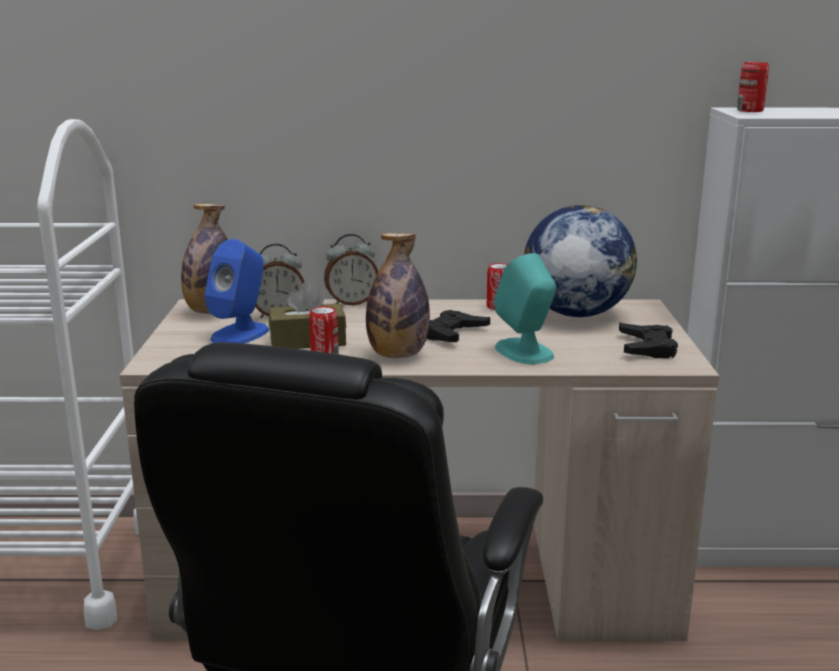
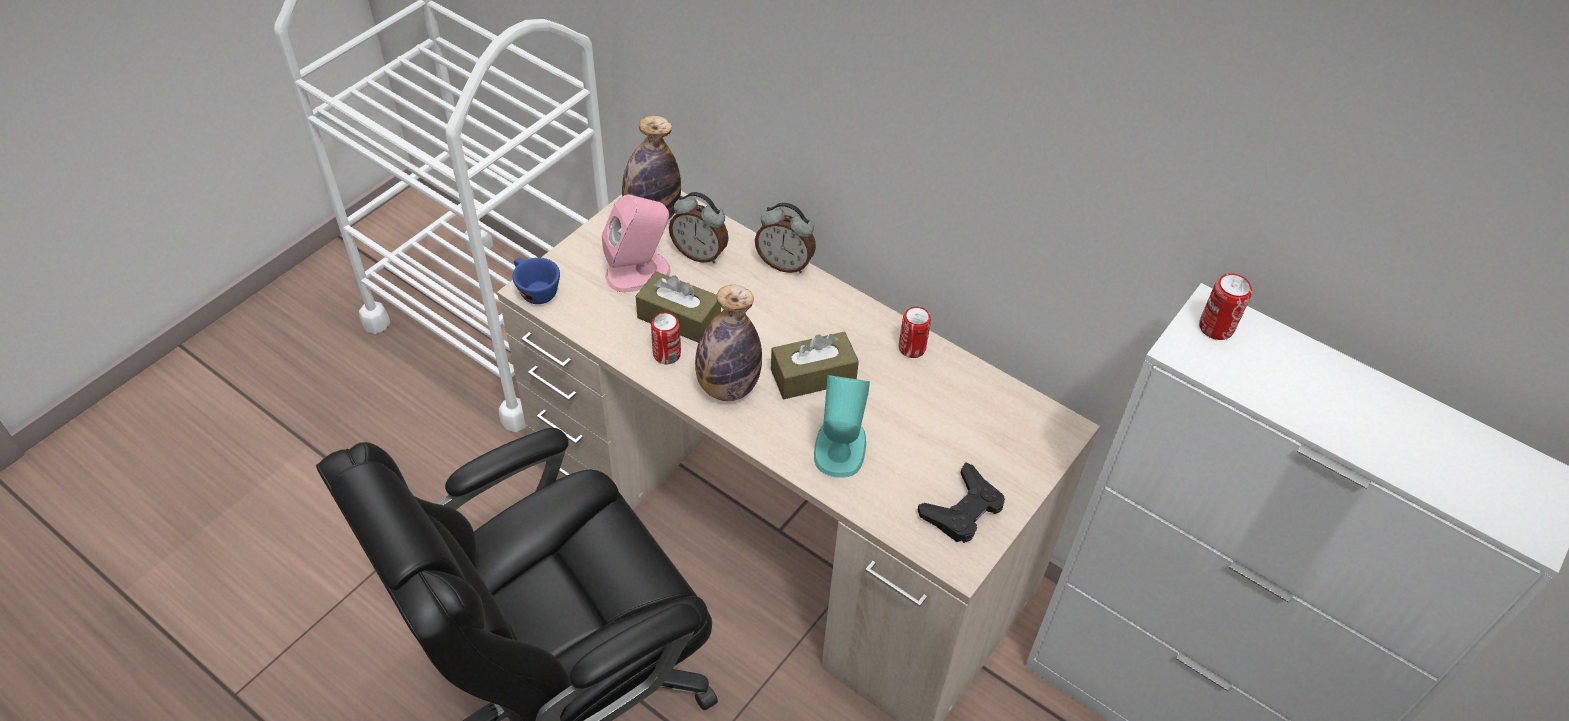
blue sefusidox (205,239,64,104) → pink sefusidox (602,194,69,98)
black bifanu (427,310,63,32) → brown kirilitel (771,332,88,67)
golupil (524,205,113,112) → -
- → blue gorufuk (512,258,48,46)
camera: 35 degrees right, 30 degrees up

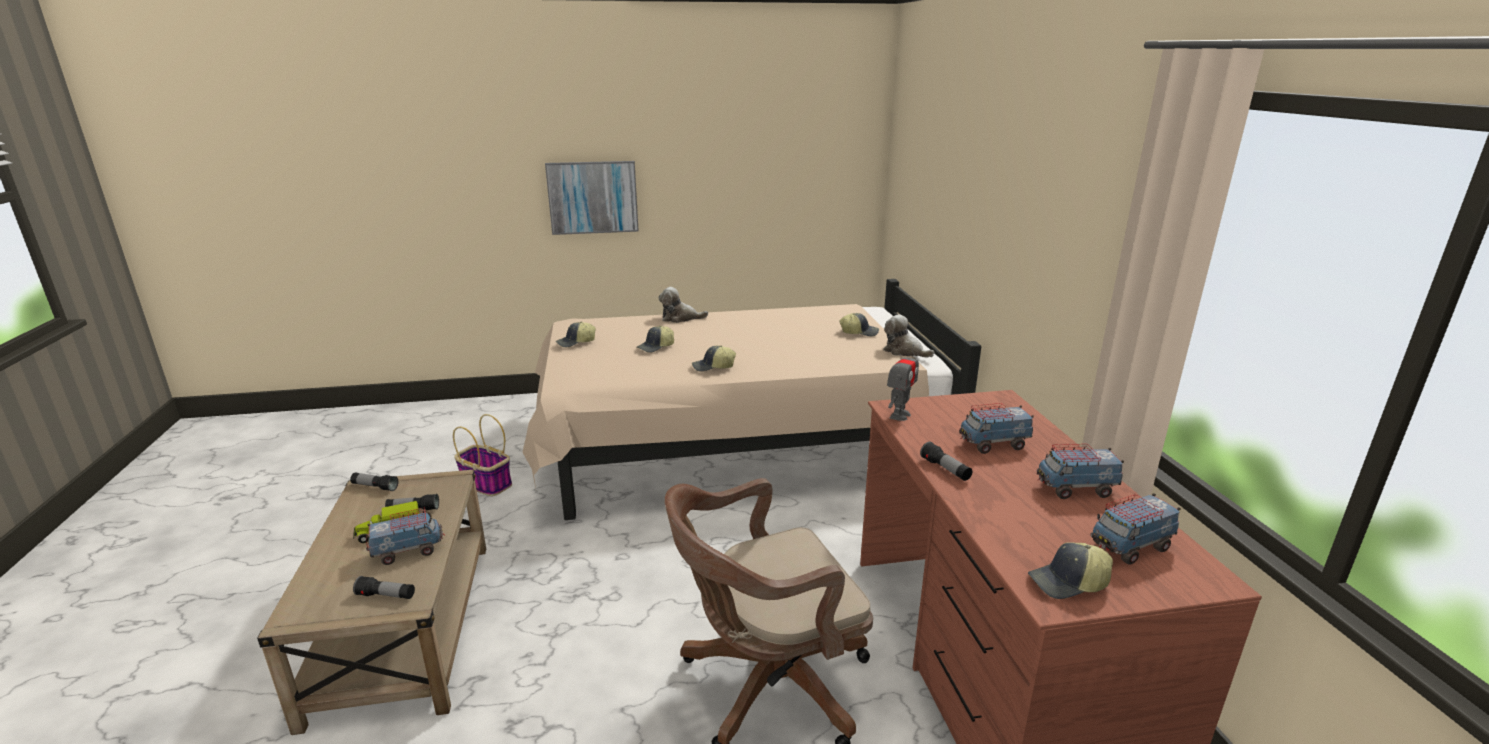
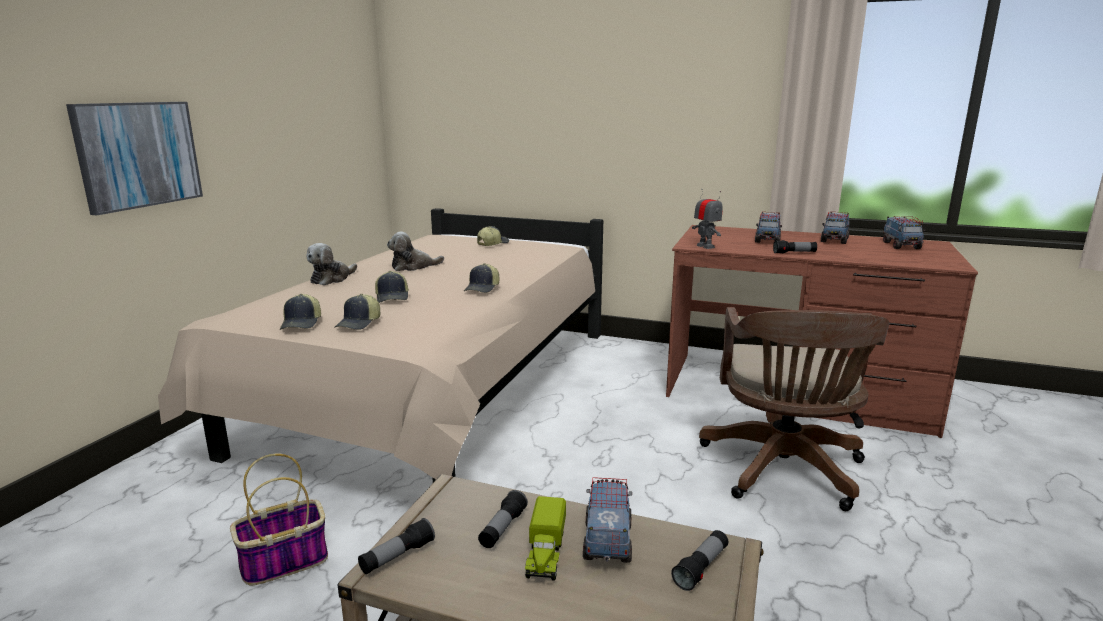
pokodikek (883,314,51,43) → pokodikek (387,232,57,39), move
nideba (1028,542,85,57) → nideba (334,294,46,36), move
camera: 60 degrees left, 5 degrees down

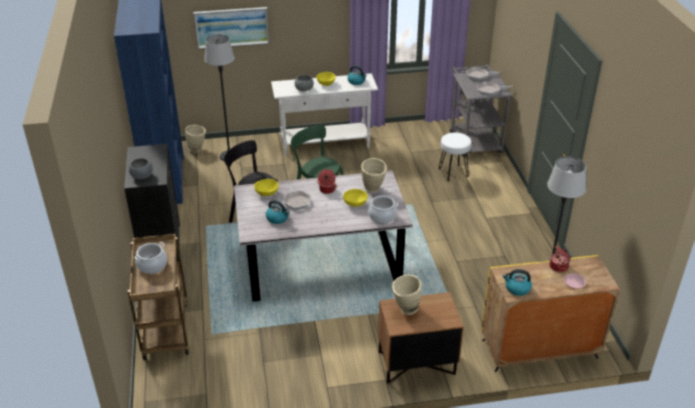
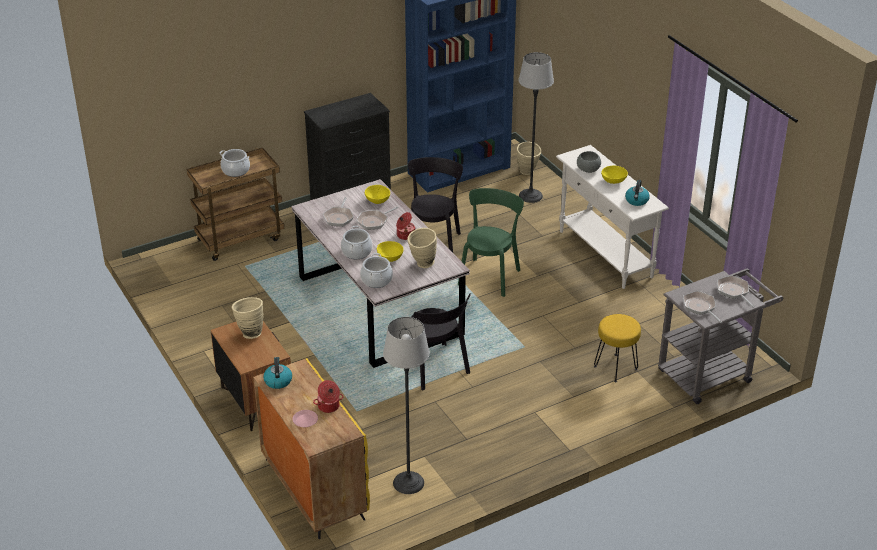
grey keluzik (129,158,24,21) → -
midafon (194,7,76,42) → -
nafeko (266,200,24,24) → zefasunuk (323,197,31,30)
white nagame (439,133,33,48) → yellow nagame (594,314,47,68)
- → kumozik (341,226,31,33)
- → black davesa (411,294,60,96)
camera: 70 degrees right, 0 degrees up

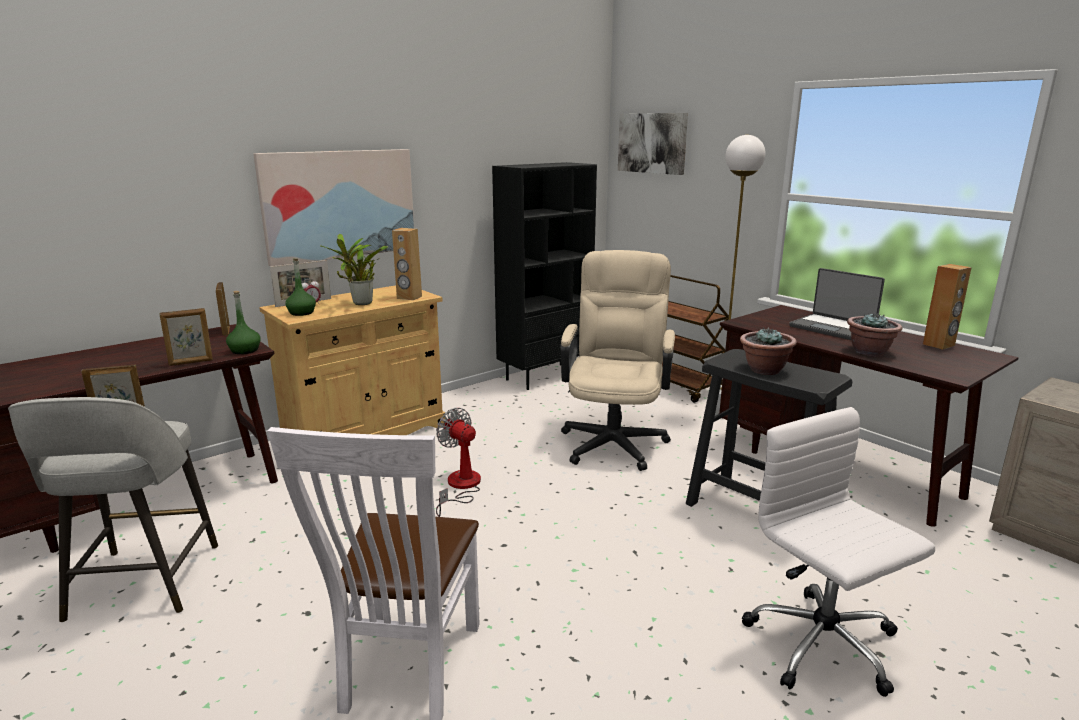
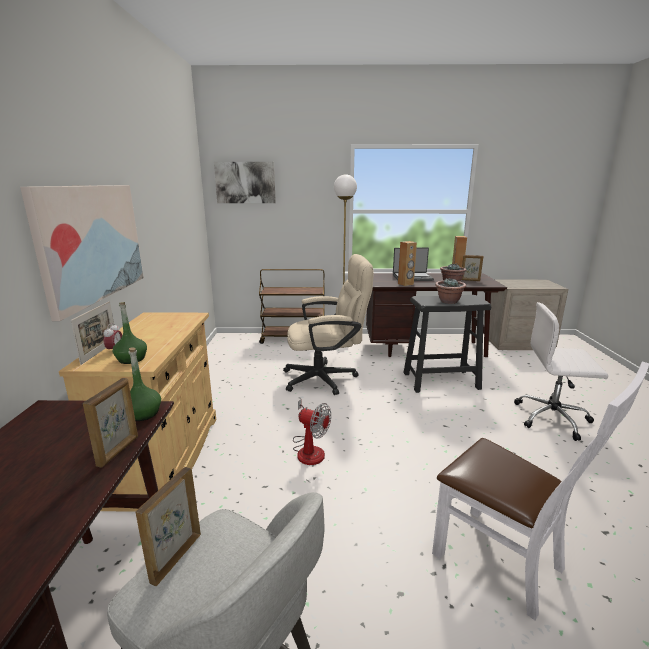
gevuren (216,282,14,54) → gevuren (462,255,22,26), move
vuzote (320,234,68,71) → -
brown sefusidox (392,228,30,72) → brown sefusidox (398,241,19,45), move
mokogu (436,408,45,109) → mokogu (293,399,38,66), 150 degrees counterclockwise
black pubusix (492,162,105,228) → -
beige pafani (560,250,115,221) → beige pafani (283,254,91,141), 120 degrees clockwise
camera: 50 degrees left, 0 degrees up

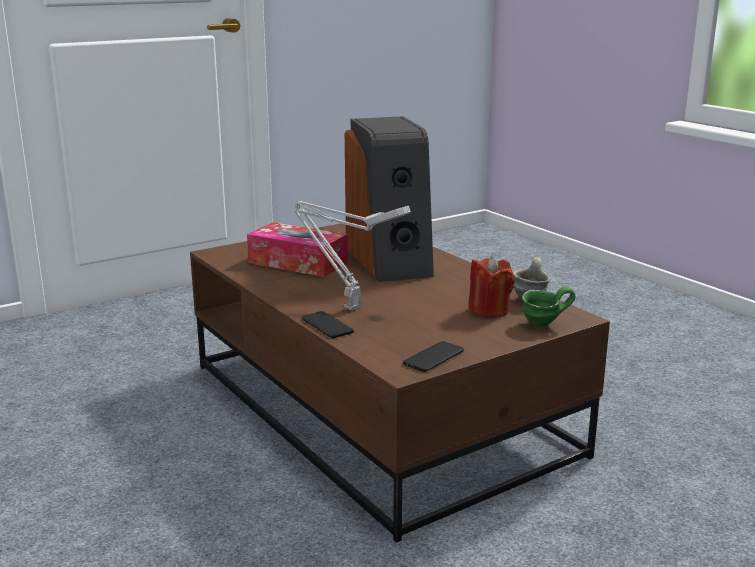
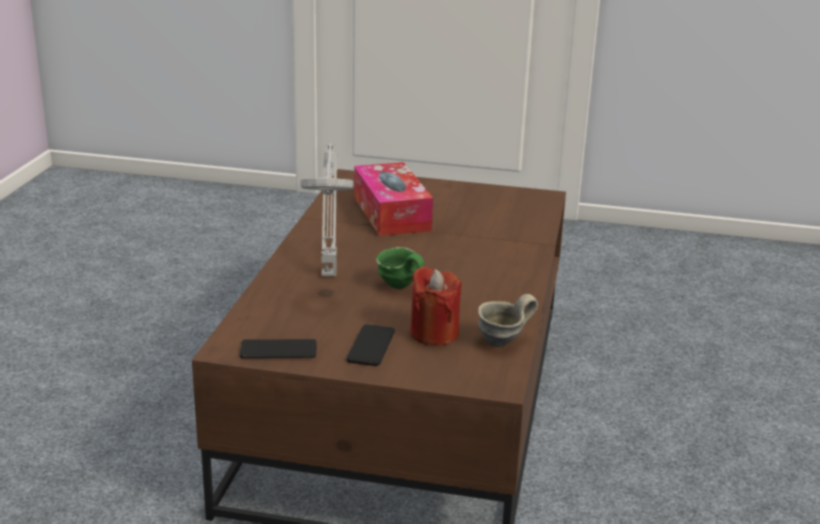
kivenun (301,311,53,27) → kivenun (346,324,49,42), move
sefusidox (345,116,89,166) → -
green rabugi (522,286,53,41) → green rabugi (376,247,49,42), move
camera: 45 degrees right, 5 degrees up

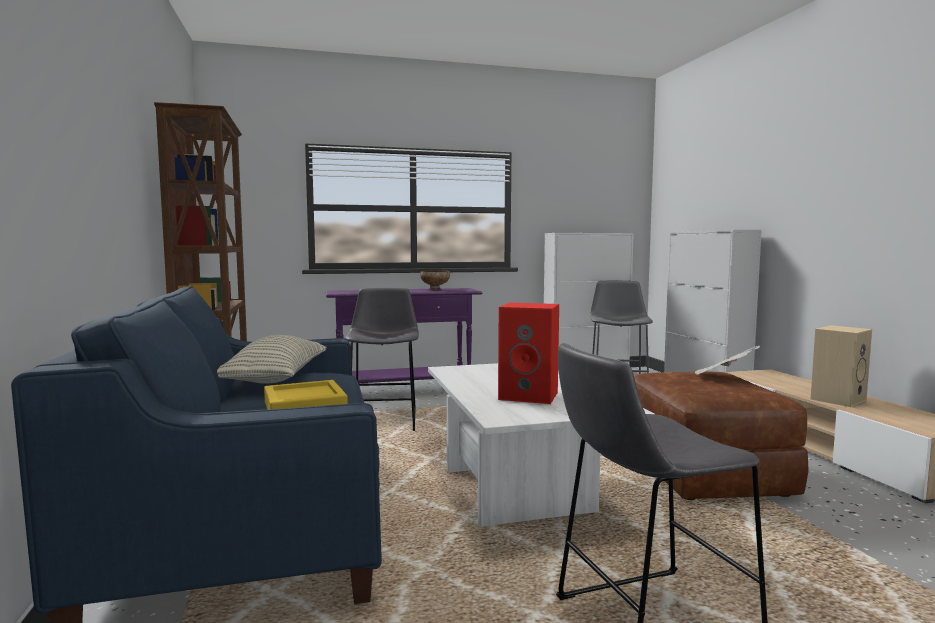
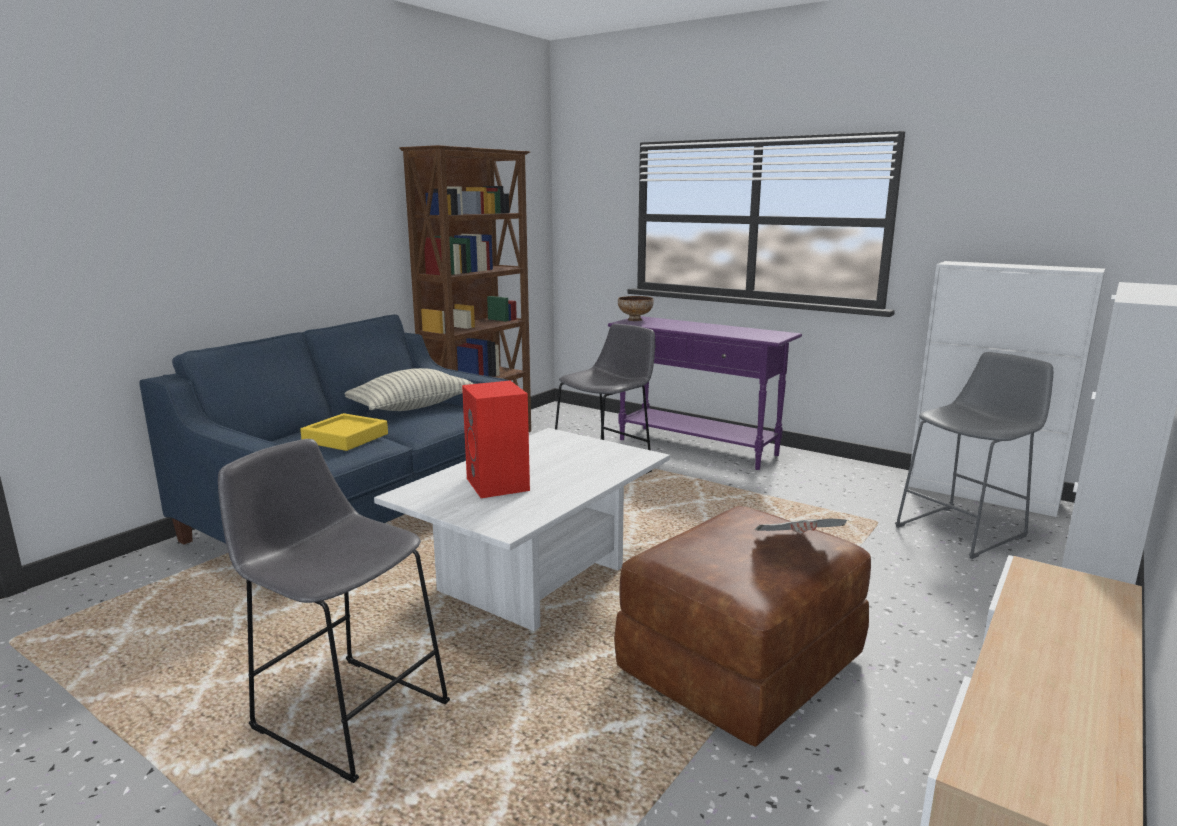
keluzik (420,270,30,20) → keluzik (618,296,36,25), move
beige sefusidox (811,325,61,82) → -
camera: 50 degrees right, 10 degrees up

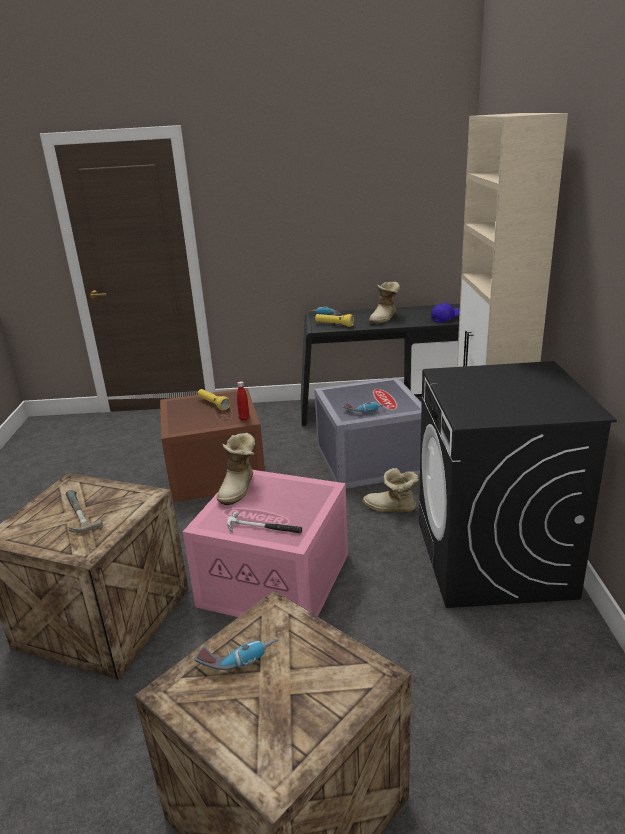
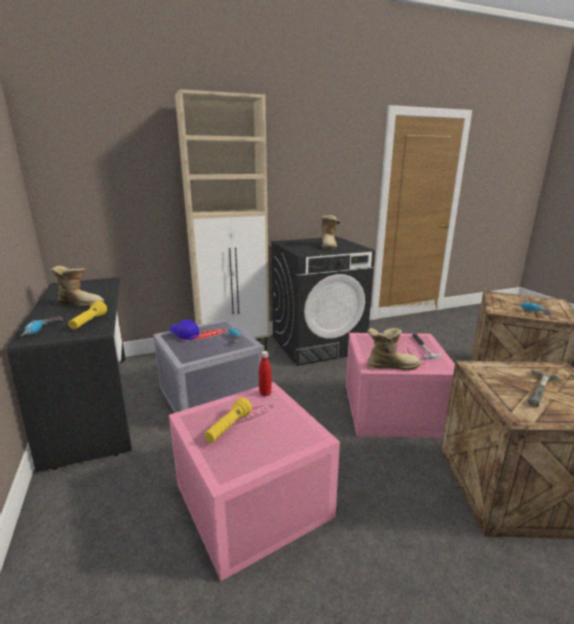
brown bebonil (160,388,105,114) → pink bebonil (169,382,171,199)
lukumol (363,468,56,44) → lukumol (322,215,19,35), move
blue nideba (431,303,29,20) → blue nideba (170,320,29,20), move
camera: 110 degrees left, 5 degrees down

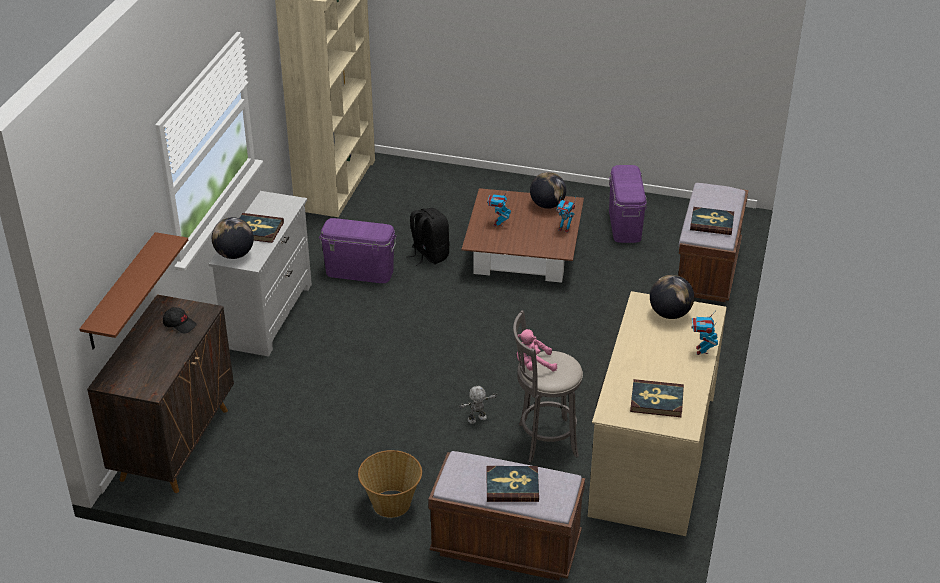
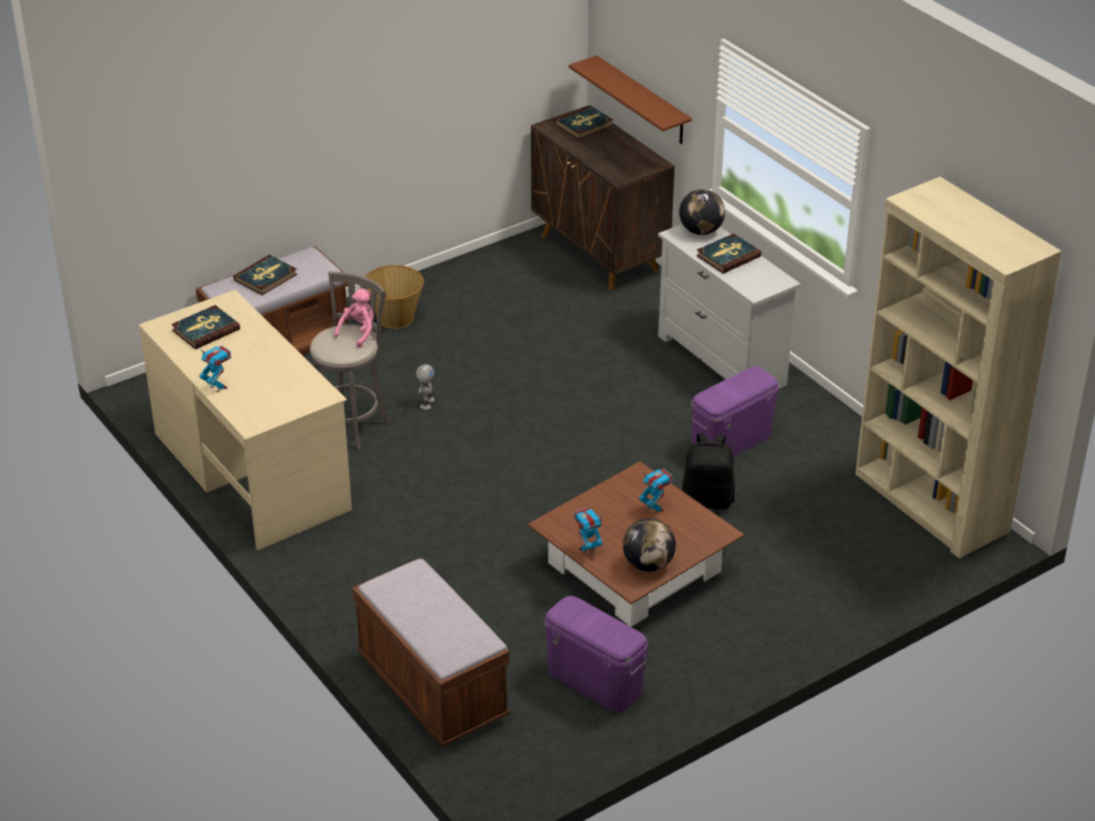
black nideba (163,307,34,27) → -
golupil (650,275,44,44) → -
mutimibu (690,207,44,28) → mutimibu (554,105,59,34), move
camera: 130 degrees right, 0 degrees up

